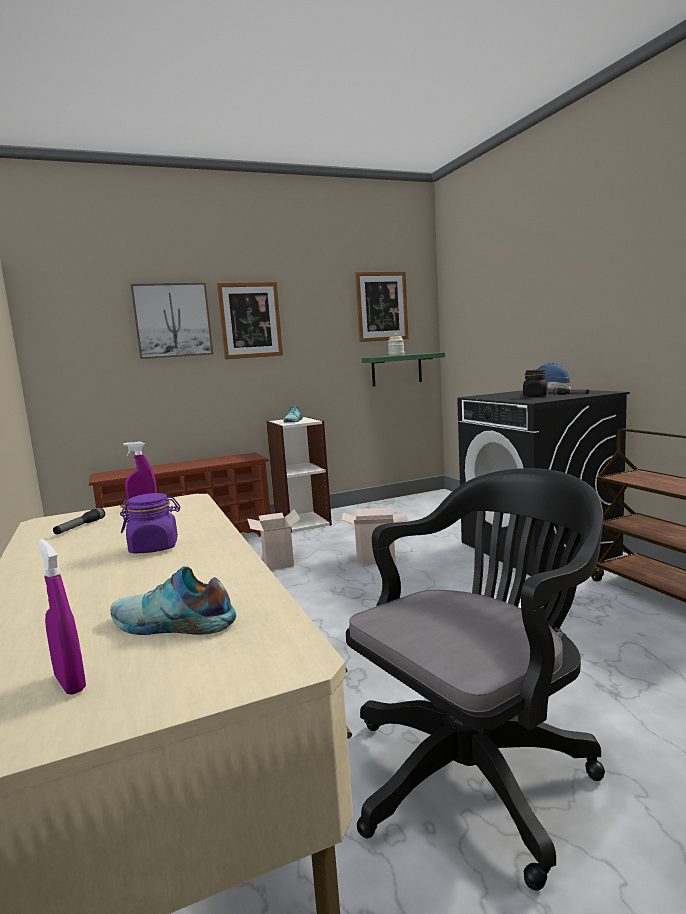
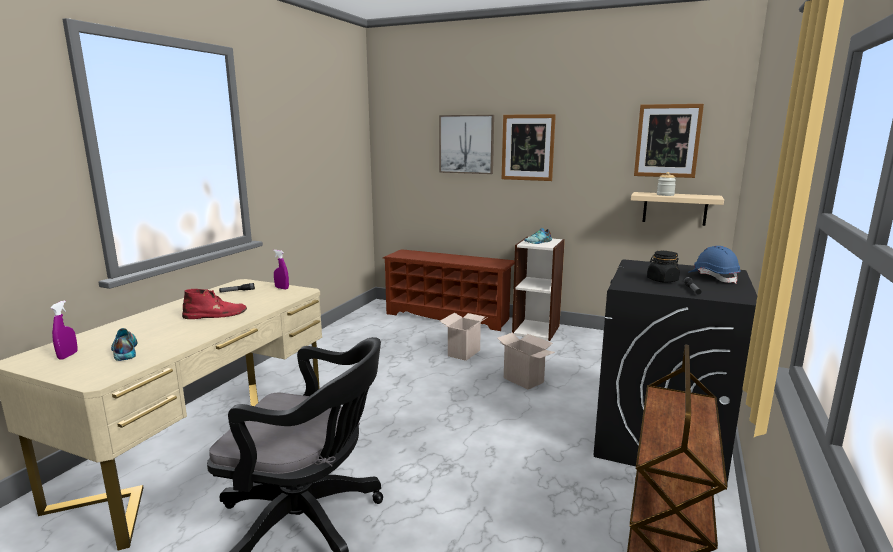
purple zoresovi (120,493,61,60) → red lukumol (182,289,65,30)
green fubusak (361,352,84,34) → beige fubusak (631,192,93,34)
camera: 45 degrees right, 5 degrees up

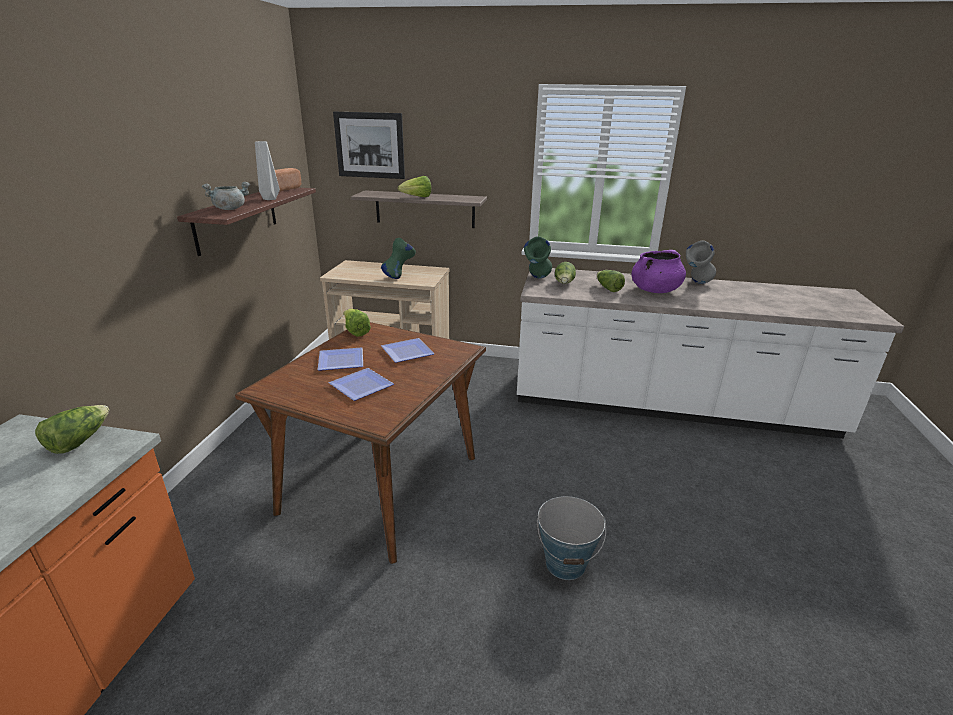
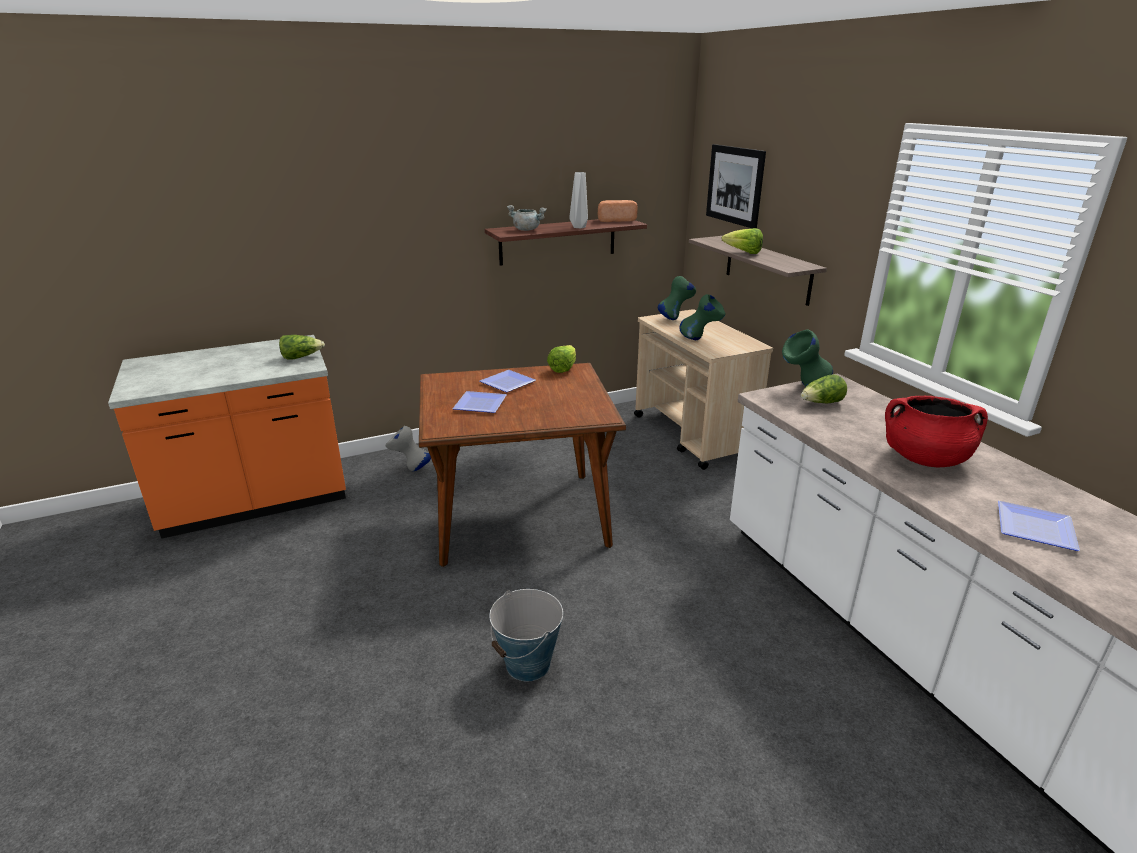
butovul (381,338,54,25) → butovul (998,501,82,50), move
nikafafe (597,270,28,22) → -
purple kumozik (631,250,55,43) → red kumozik (885,396,103,71)
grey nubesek (686,240,30,44) → grey nubesek (385,426,46,45), move
- → green nubesek (658,276,38,44)
camera: 55 degrees right, 0 degrees up

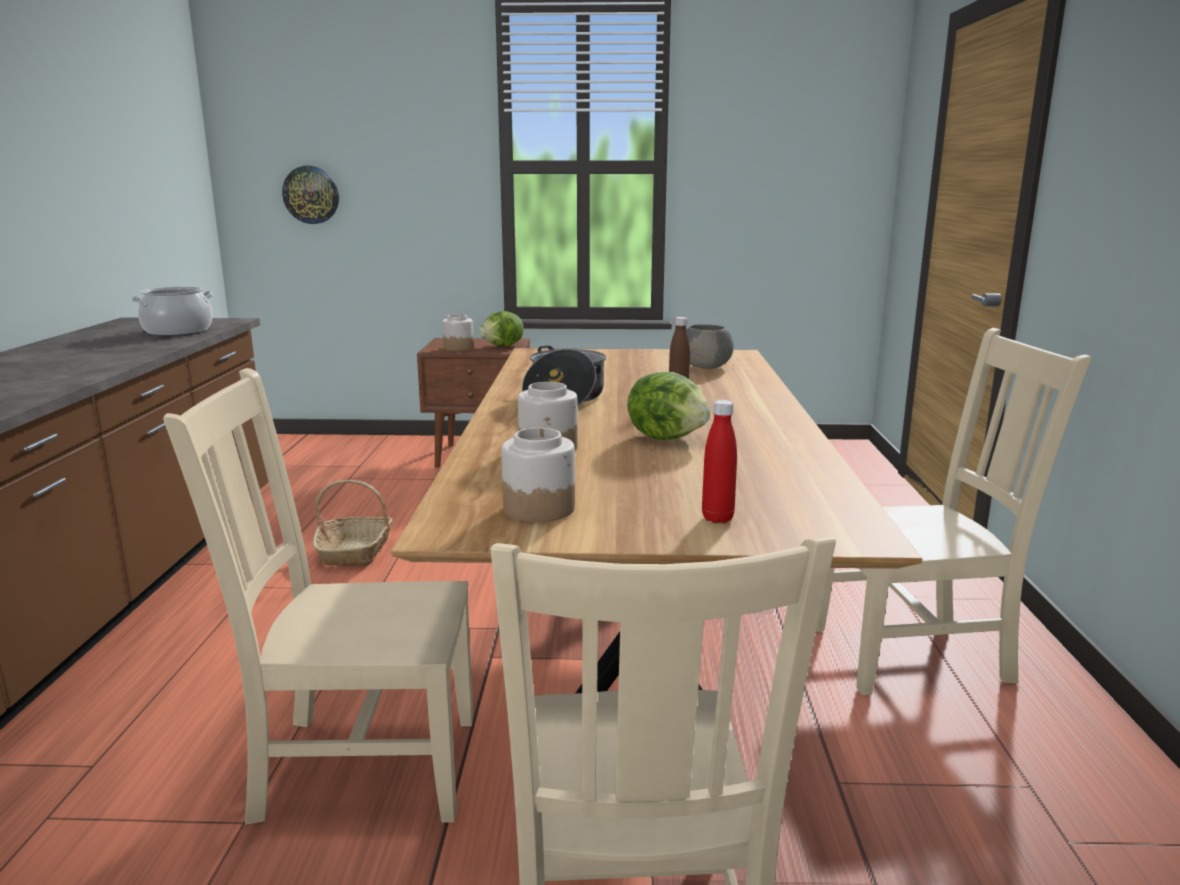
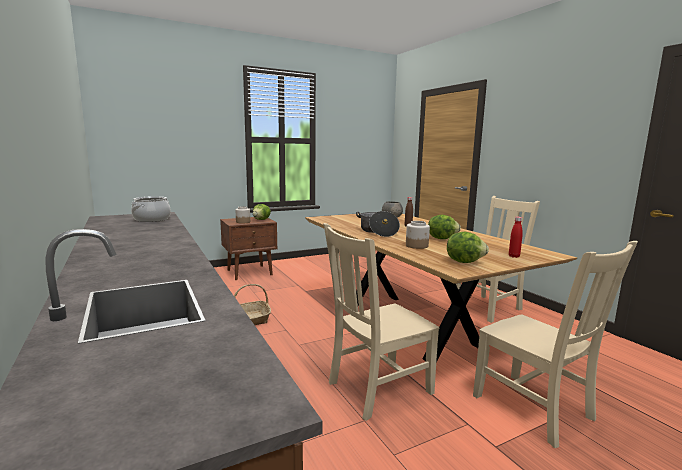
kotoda (282,166,57,58) → -
zoresovi (501,428,74,94) → nikafafe (447,232,42,31)
camera: 30 degrees left, 5 degrees down

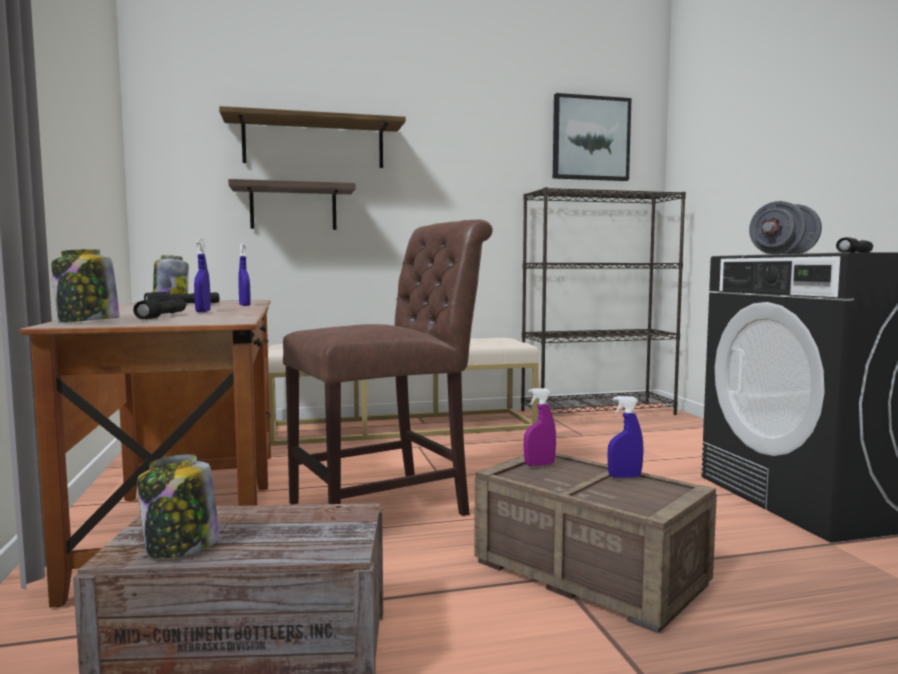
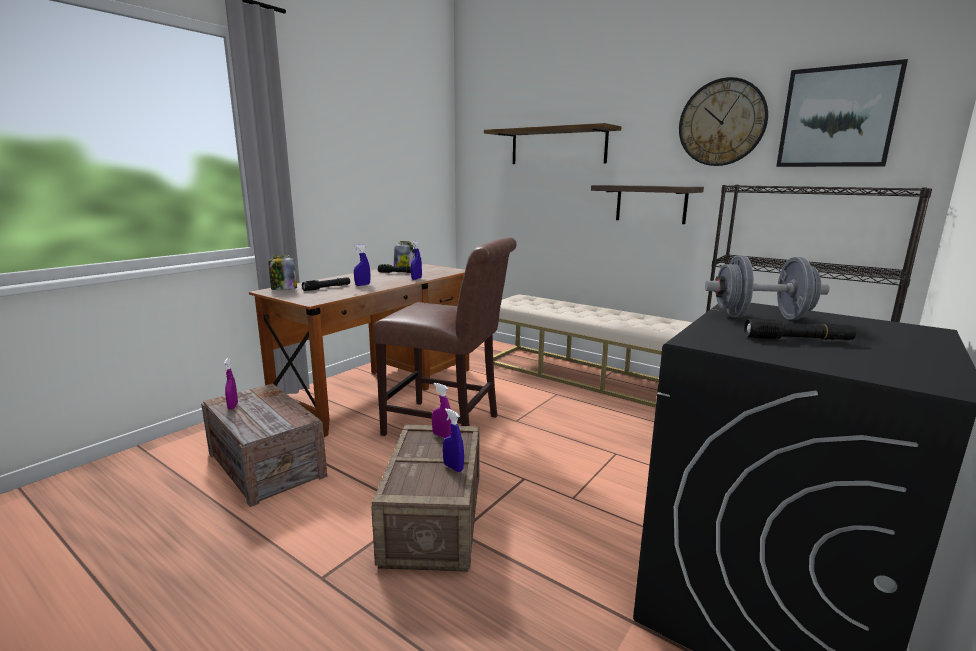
zoresovi (138,454,81,105) → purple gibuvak (223,358,15,52)
fubusak (228,179,128,51) → fubusak (591,185,113,39), move
- → kotoda (679,77,89,89)
camera: 50 degrees right, 10 degrees up

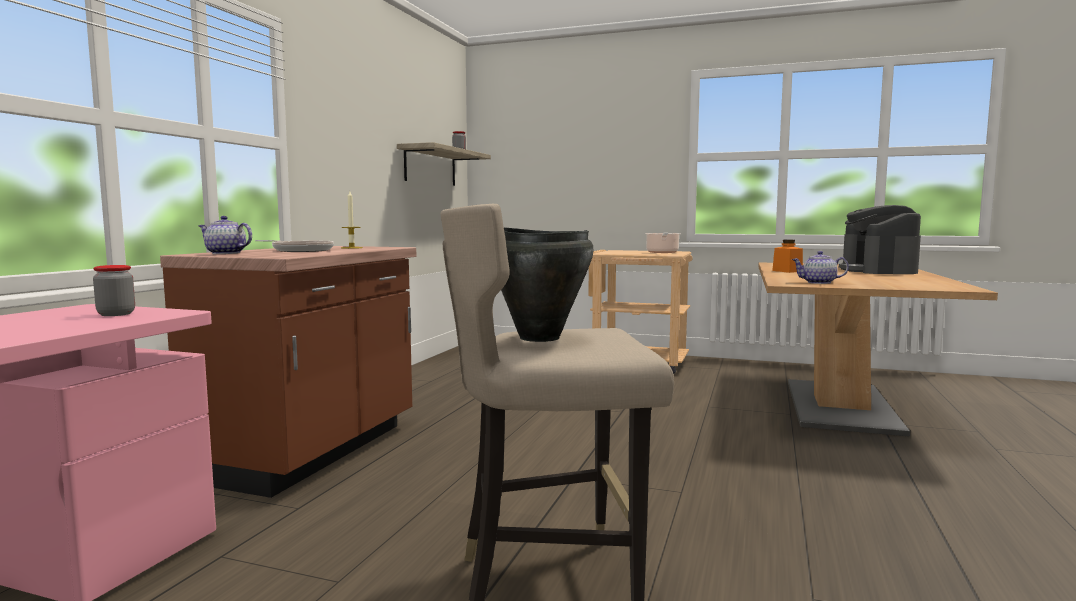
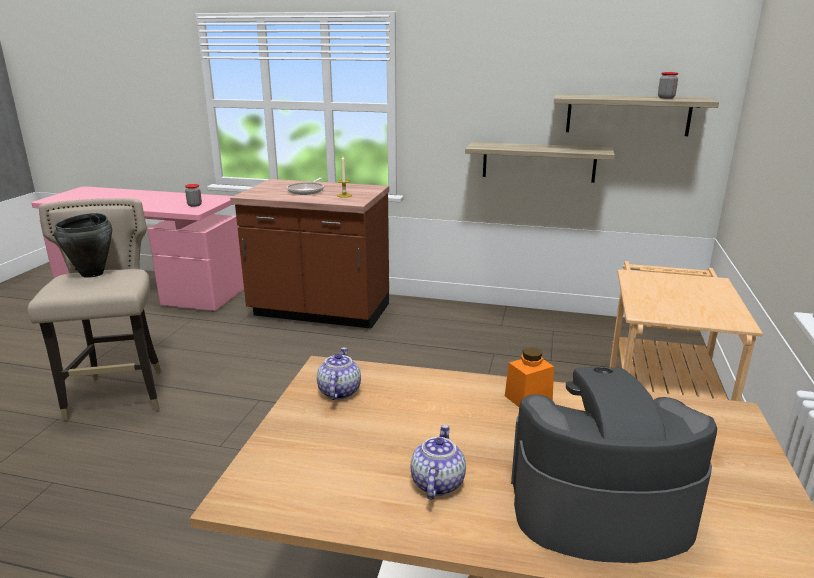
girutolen (199,216,53,38) → girutolen (411,425,55,75), move
kumozik (645,232,36,21) → -
- → fubusak (465,142,150,41)
camera: 85 degrees right, 15 degrees up

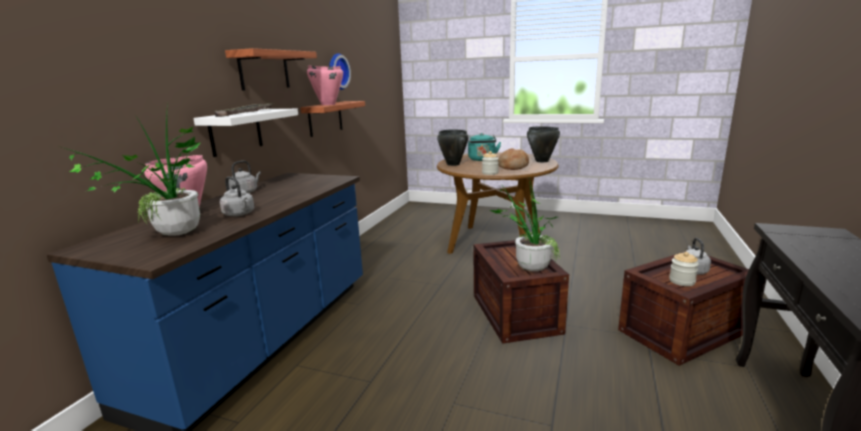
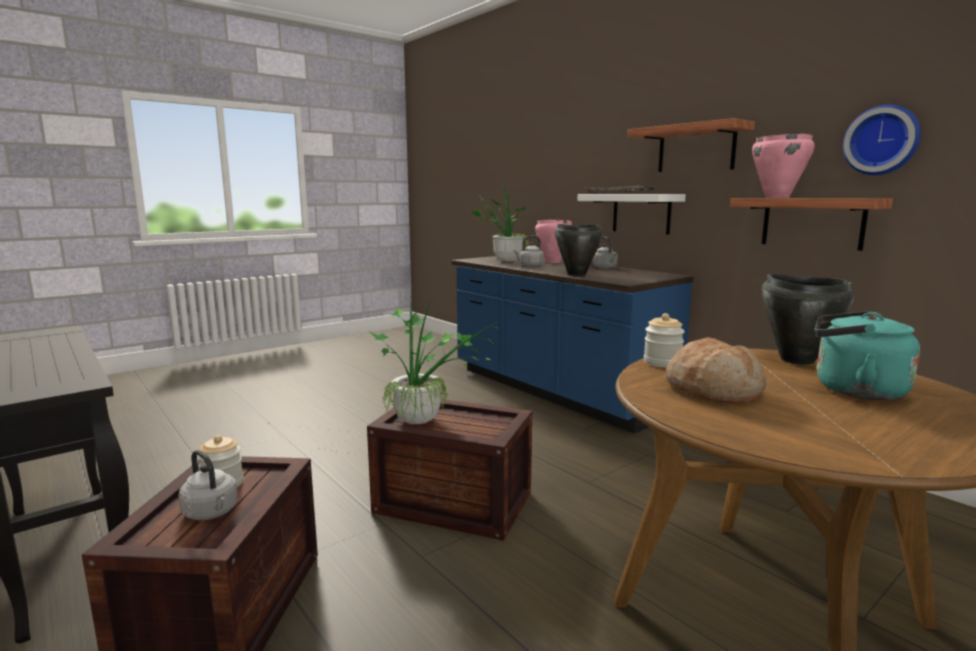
black kumozik (527,126,33,36) → black kumozik (554,224,49,52), move
camera: 120 degrees right, 5 degrees down

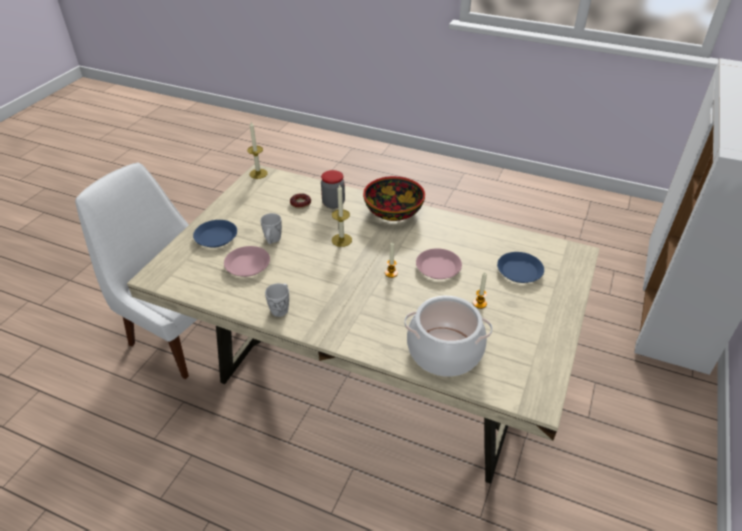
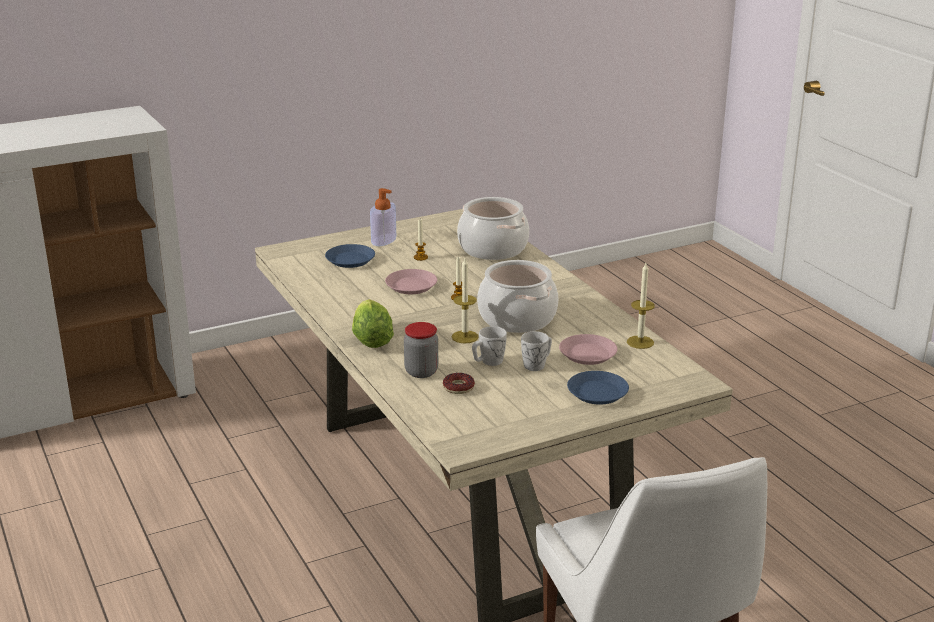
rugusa (247,122,21,57) → rugusa (627,263,28,86), move
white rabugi (265,283,24,34) → white rabugi (472,326,35,40), move
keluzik (363,176,62,45) → nikafafe (352,299,42,49)
- → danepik (370,188,26,58)
- → kumozik (477,260,81,73)
camera: 140 degrees left, 15 degrees down

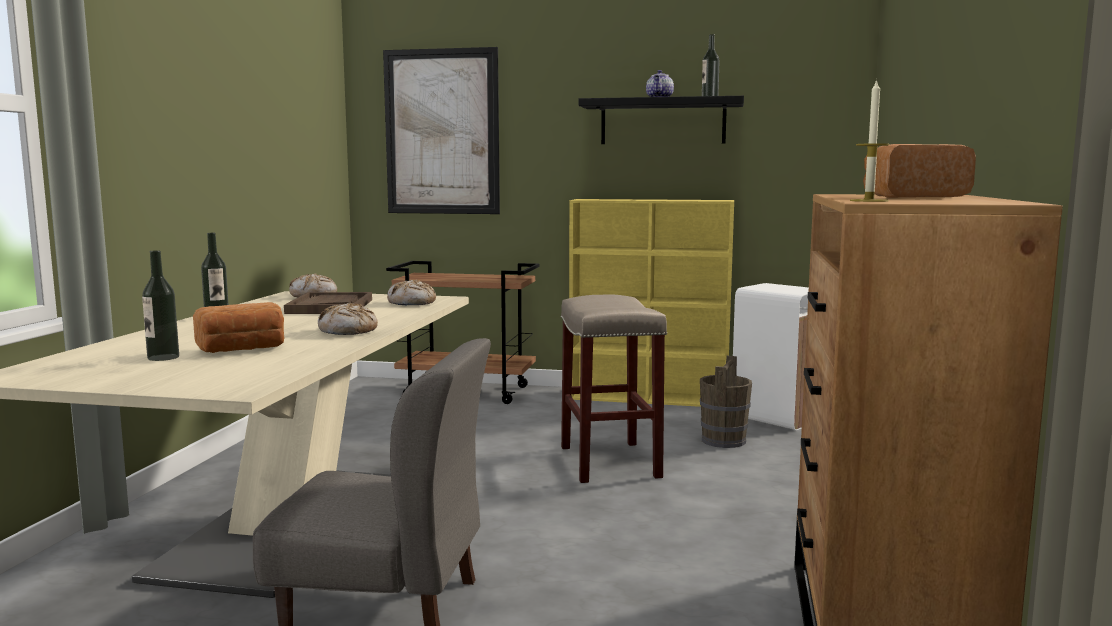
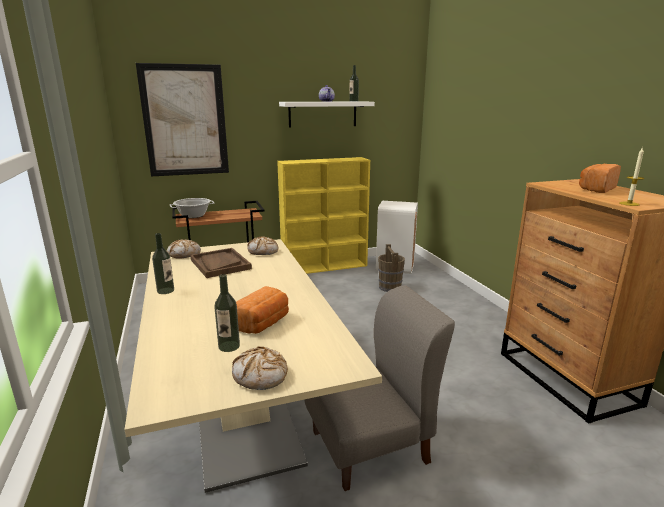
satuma (318,303,60,32) → satuma (232,347,56,43), move
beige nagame (561,294,106,189) → -
black fubusak (578,96,166,48) → white fubusak (279,101,96,27)
- → kumozik (170,198,44,20)
camera: 30 degrees left, 10 degrees up

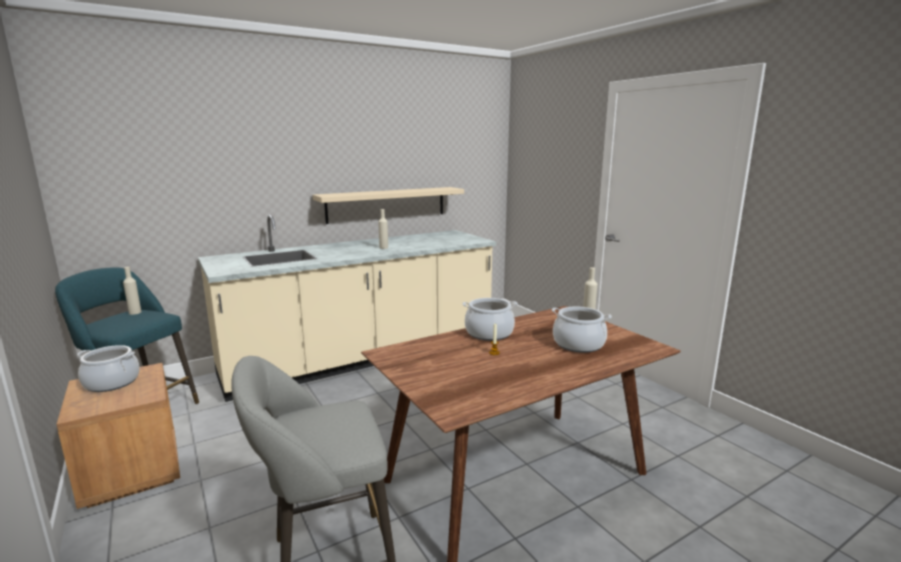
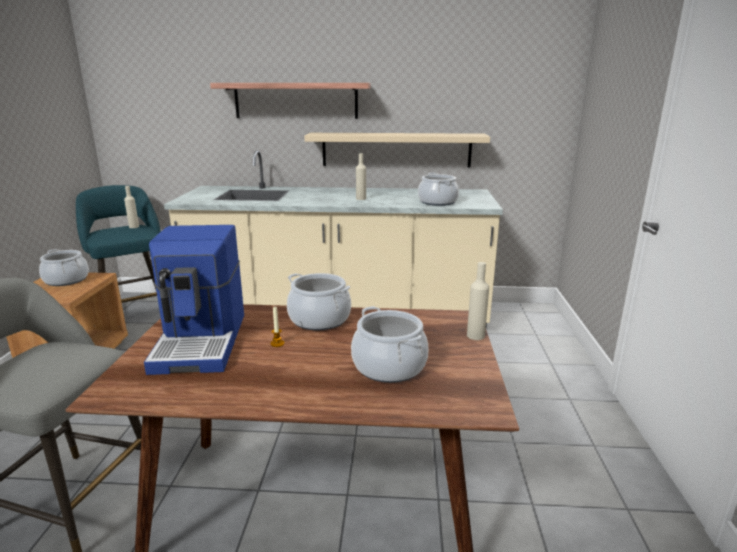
- → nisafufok (144,225,100,150)
- → fubusak (210,83,160,36)
- → kumozik (418,173,41,33)
camera: 35 degrees right, 5 degrees up

